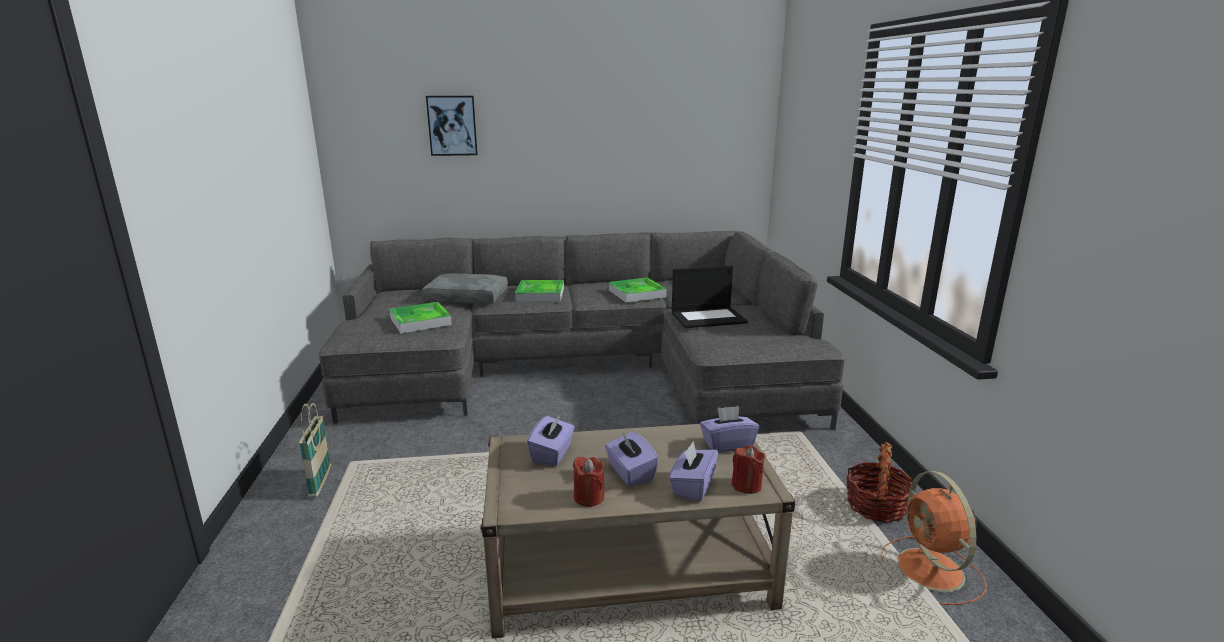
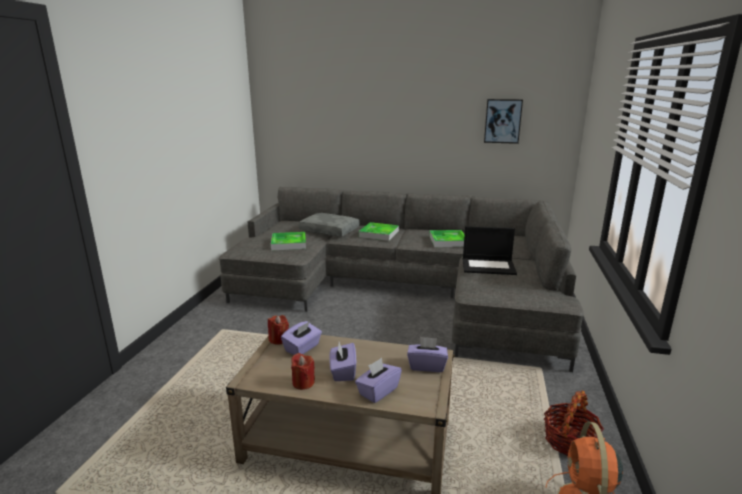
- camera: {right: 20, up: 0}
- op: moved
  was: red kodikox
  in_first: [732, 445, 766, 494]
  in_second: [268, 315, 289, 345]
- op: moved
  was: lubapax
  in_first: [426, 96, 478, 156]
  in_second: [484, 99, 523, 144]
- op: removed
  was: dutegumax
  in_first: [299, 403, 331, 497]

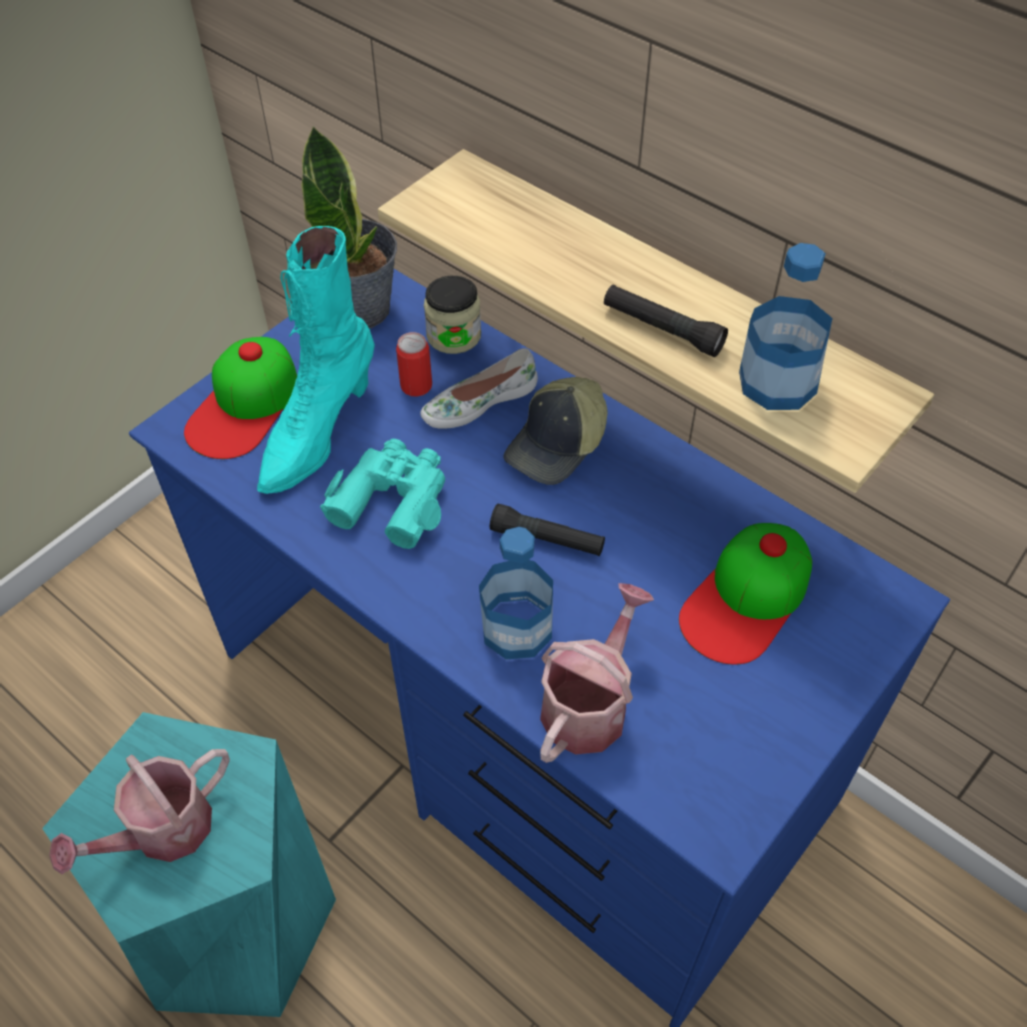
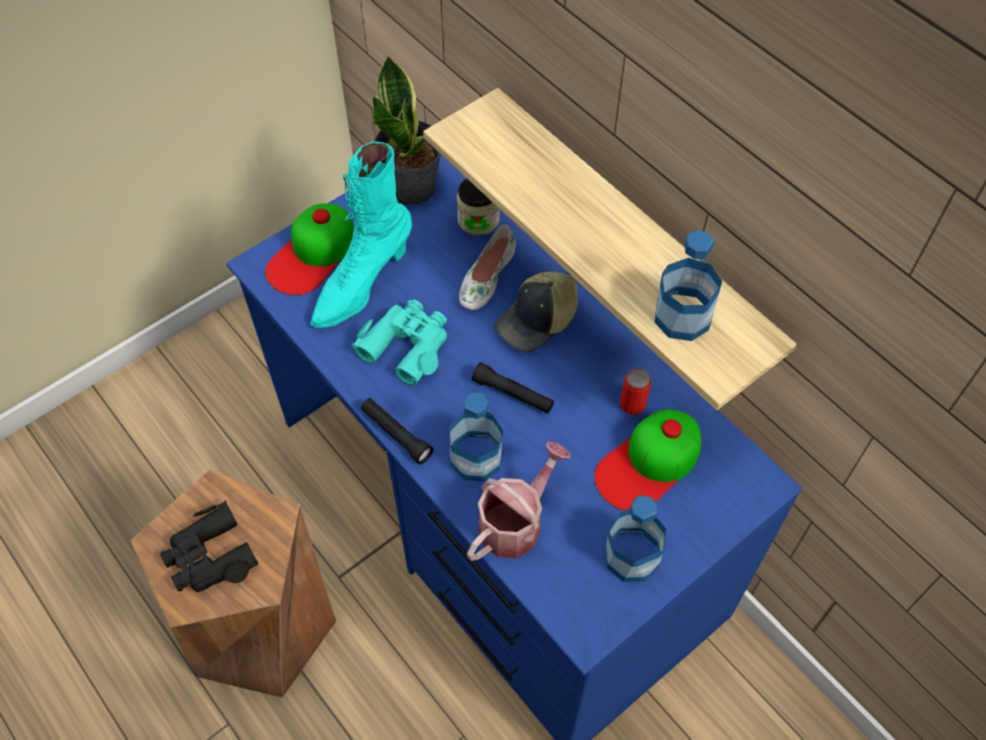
- camera: {right: 10, up: 5}
- op: recoloured
  was: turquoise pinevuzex
  now: brown pinevuzex
  in_first: [42, 712, 336, 1017]
  in_second: [130, 469, 336, 698]
- op: replaced
  was: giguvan
  now: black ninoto
  in_first: [49, 749, 230, 874]
  in_second: [160, 501, 258, 592]
- op: moved
  was: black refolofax
  in_first: [604, 285, 728, 357]
  in_second: [361, 398, 434, 464]
- op: turned
  was: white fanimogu
  in_first: [420, 348, 538, 429]
  in_second: [459, 225, 516, 310]
  clockwise: -45
- op: added
  now: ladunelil
  in_second: [605, 495, 666, 582]
- op: moved
  was: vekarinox
  in_first: [396, 332, 432, 397]
  in_second: [620, 368, 651, 415]

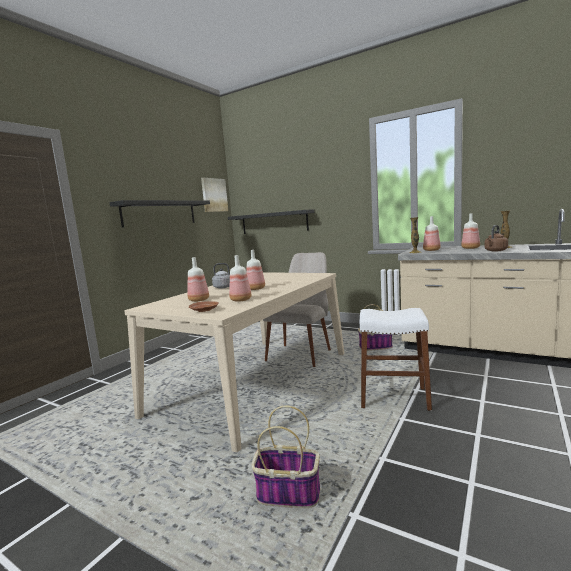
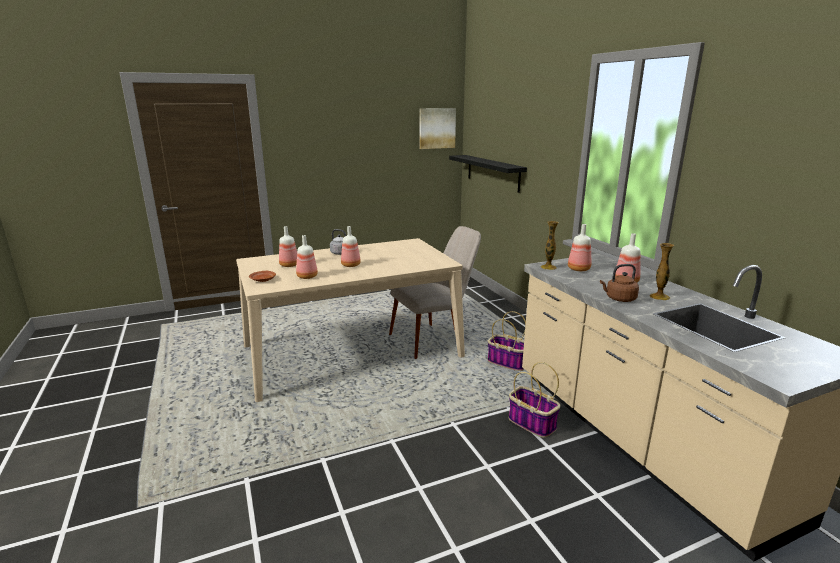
- camera: {right: 35, up: 10}
- op: moved
  was: dutegumax
  in_first: [251, 406, 320, 508]
  in_second: [509, 362, 561, 438]
- op: removed
  was: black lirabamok
  in_first: [109, 200, 210, 227]
- op: removed
  was: white pinevuzex
  in_first: [360, 308, 432, 411]

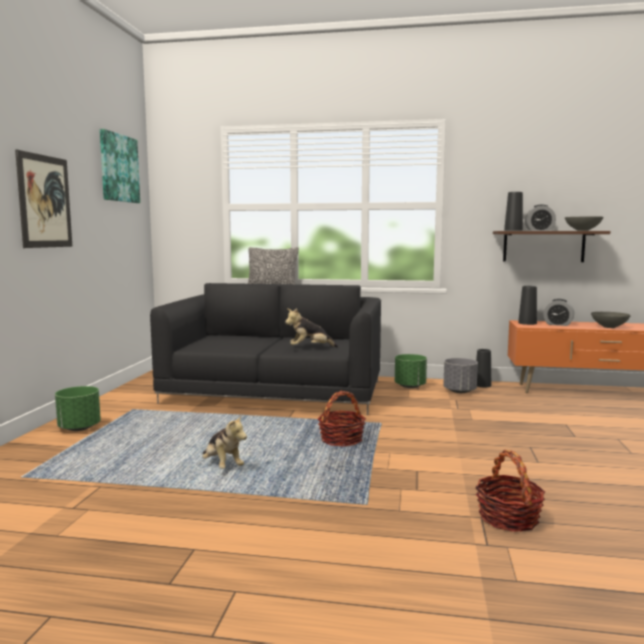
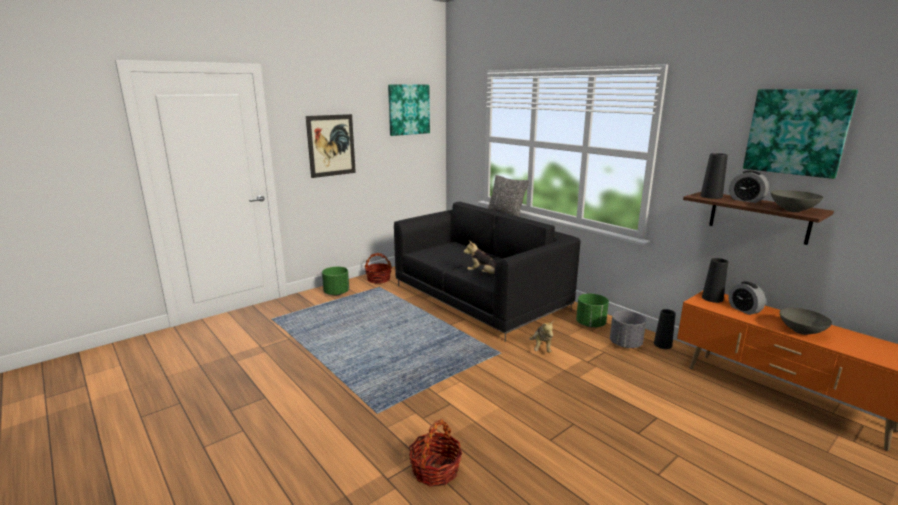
- camera: {right: 40, up: 10}
- op: moved
  was: dutegumax
  in_first: [318, 391, 366, 446]
  in_second: [364, 253, 392, 284]
- op: moved
  was: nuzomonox
  in_first: [202, 415, 247, 469]
  in_second: [529, 320, 554, 353]
- op: added
  now: lubapax
  in_second: [743, 89, 858, 179]

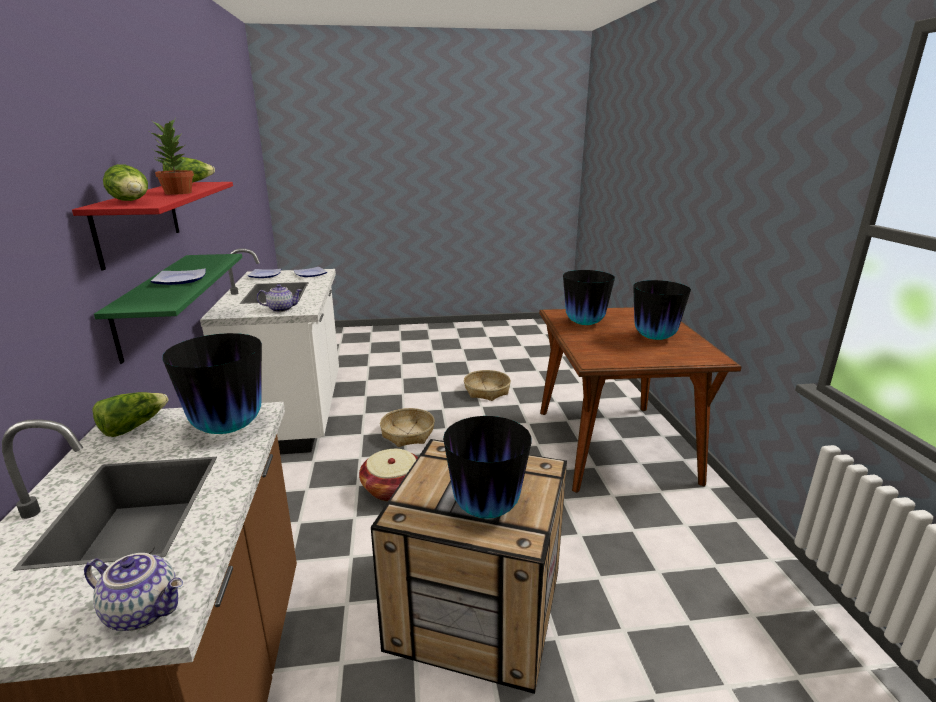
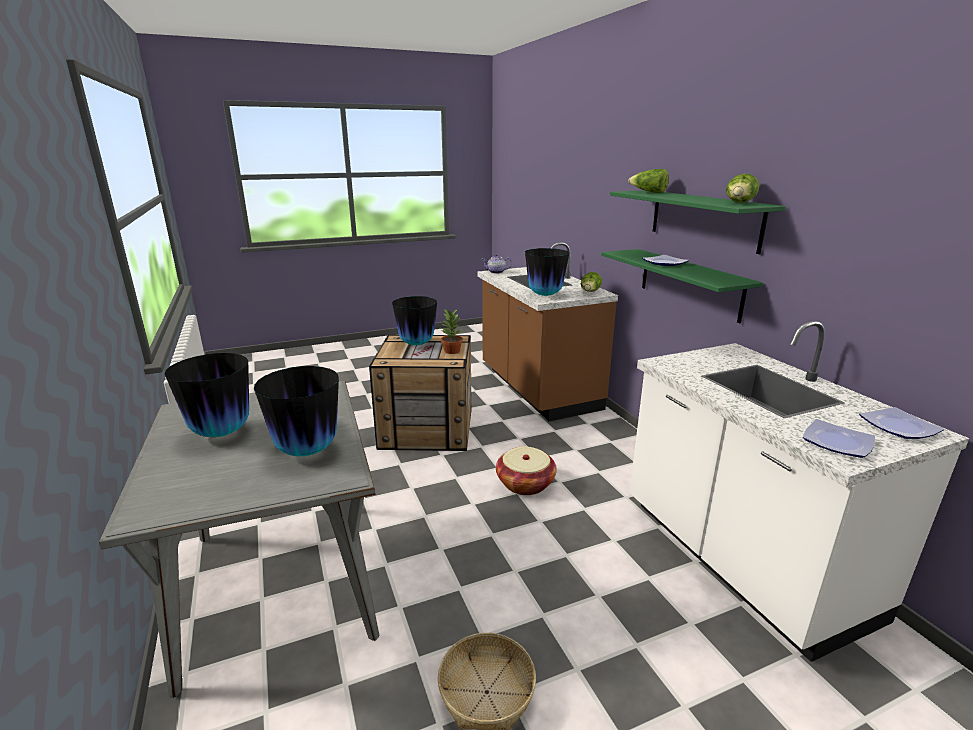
- camera: {right: 165, up: 0}
- op: recoloured
  was: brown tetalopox
  now: grey tetalopox
  in_first: [539, 307, 741, 493]
  in_second: [99, 381, 379, 698]
- op: moved
  was: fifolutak
  in_first: [150, 118, 194, 194]
  in_second: [441, 309, 463, 354]
- op: recoloured
  was: red lirabamok
  now: green lirabamok
  in_first: [72, 182, 233, 271]
  in_second: [610, 190, 786, 254]
- op: removed
  was: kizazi
  in_first: [257, 284, 302, 312]
- op: removed
  was: dutegumax
  in_first: [380, 408, 435, 447]

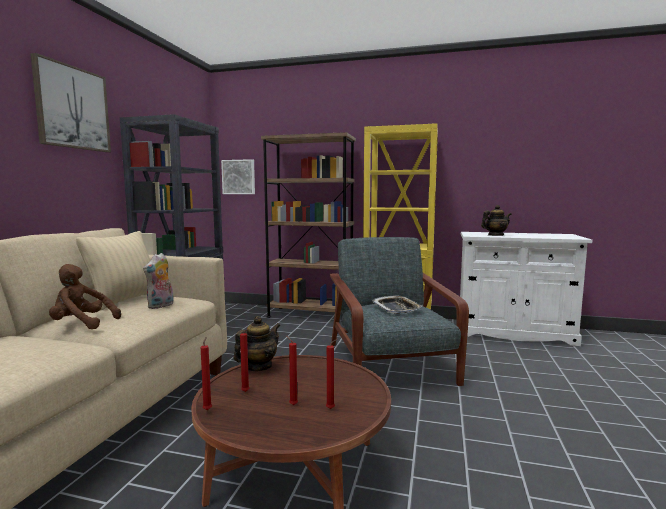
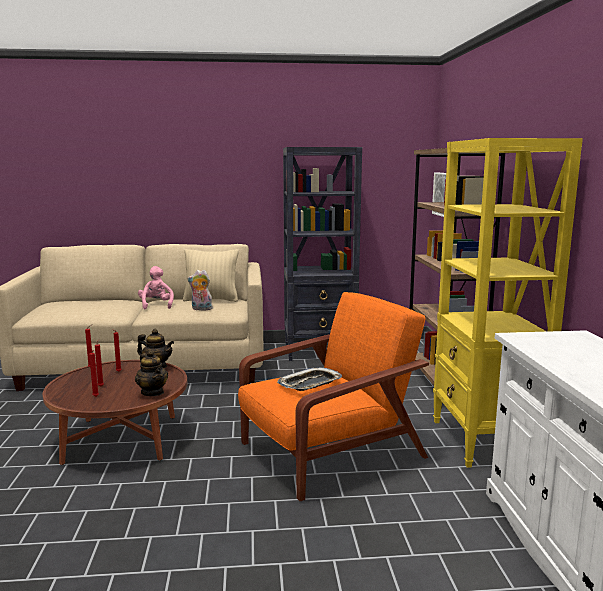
- camera: {right: 70, up: 5}
- op: moved
  was: kizazi
  in_first: [481, 205, 512, 236]
  in_second: [135, 350, 168, 396]
- op: recoloured
  was: brown nuzomonox
  now: pink nuzomonox
  in_first: [49, 264, 121, 329]
  in_second: [138, 266, 174, 309]
- op: recoloured
  was: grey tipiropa
  now: orange tipiropa
  in_first: [330, 237, 469, 386]
  in_second: [238, 292, 429, 501]
- op: removed
  was: lubapax
  in_first: [30, 53, 111, 152]

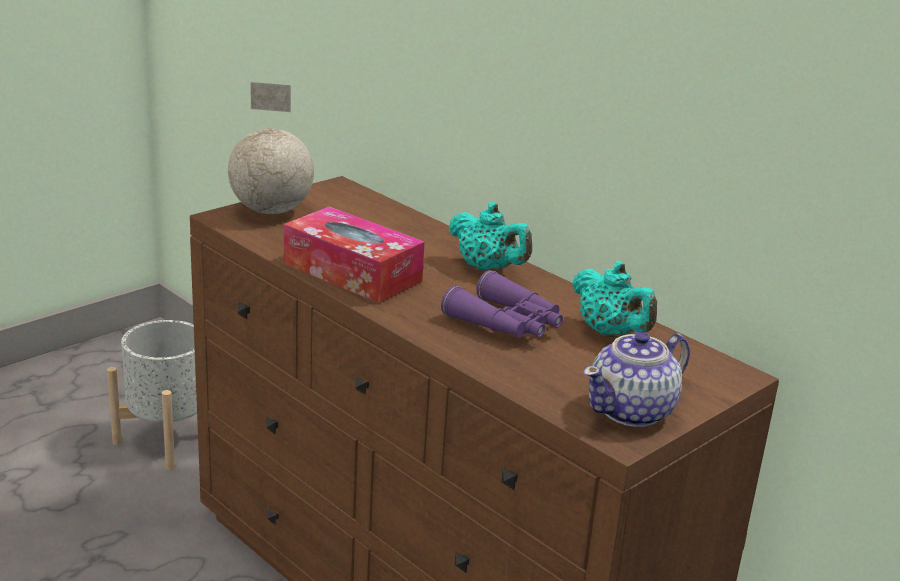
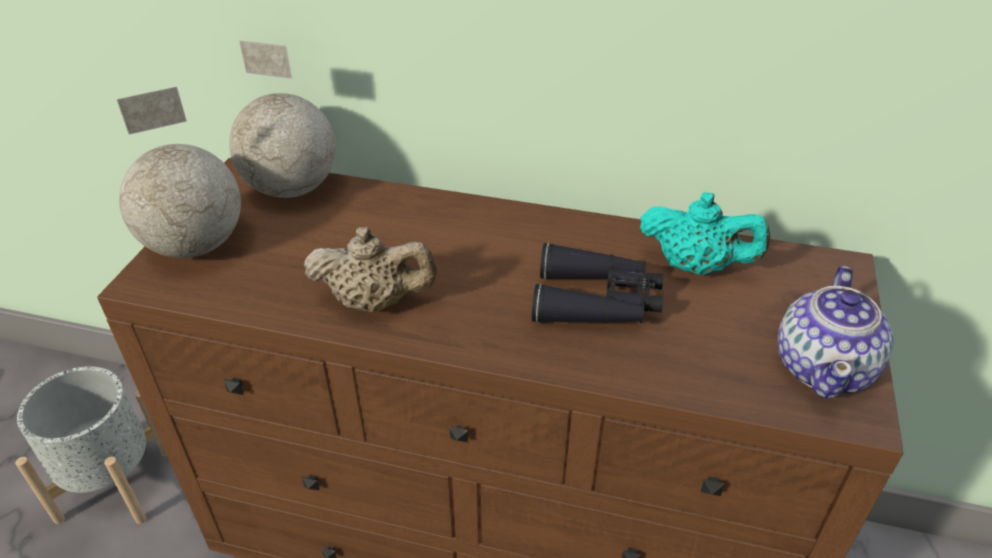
- camera: {right: -30, up: 15}
- op: added
  now: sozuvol
  in_second: [229, 40, 336, 198]
- op: replaced
  was: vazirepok
  now: beige kizazi
  in_first: [284, 207, 425, 303]
  in_second: [304, 227, 437, 312]
- op: recoloured
  was: purple ninoto
  now: black ninoto
  in_first: [441, 270, 563, 338]
  in_second: [532, 243, 663, 324]
- op: removed
  was: turquoise kizazi
  in_first: [448, 202, 532, 271]

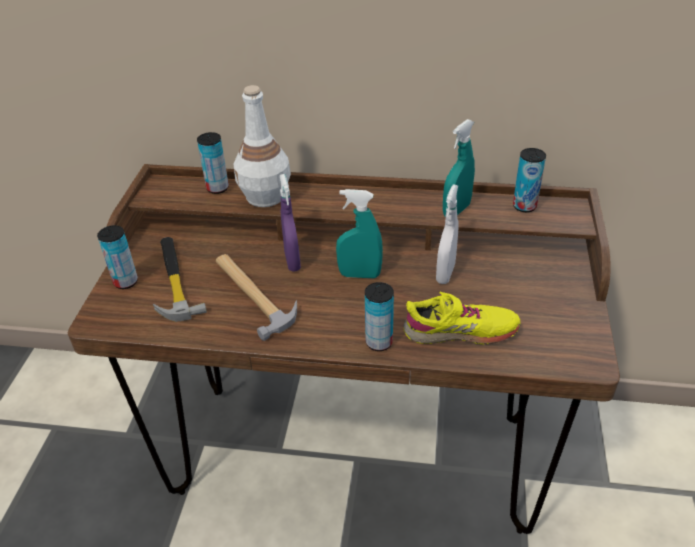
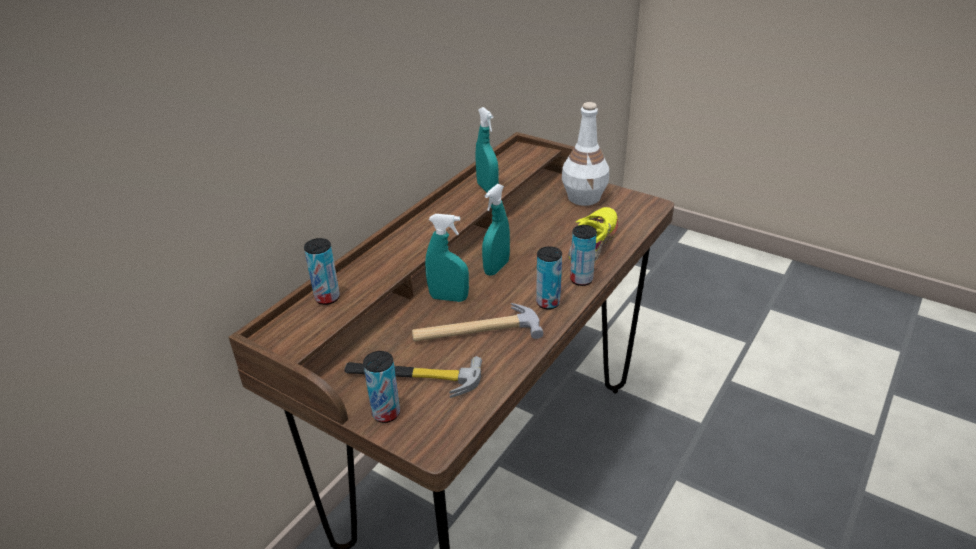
- camera: {right: -65, up: -5}
- op: recoloured
  was: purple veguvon
  now: turquoise veguvon
  in_first: [280, 174, 301, 271]
  in_second: [425, 214, 469, 302]
- op: moved
  was: vekarinox
  in_first: [513, 148, 546, 212]
  in_second: [536, 246, 562, 310]
- op: moved
  was: white ladunelil
  in_first: [234, 85, 291, 207]
  in_second: [562, 102, 609, 206]
- op: removed
  was: white veguvon
  in_first: [436, 185, 459, 284]

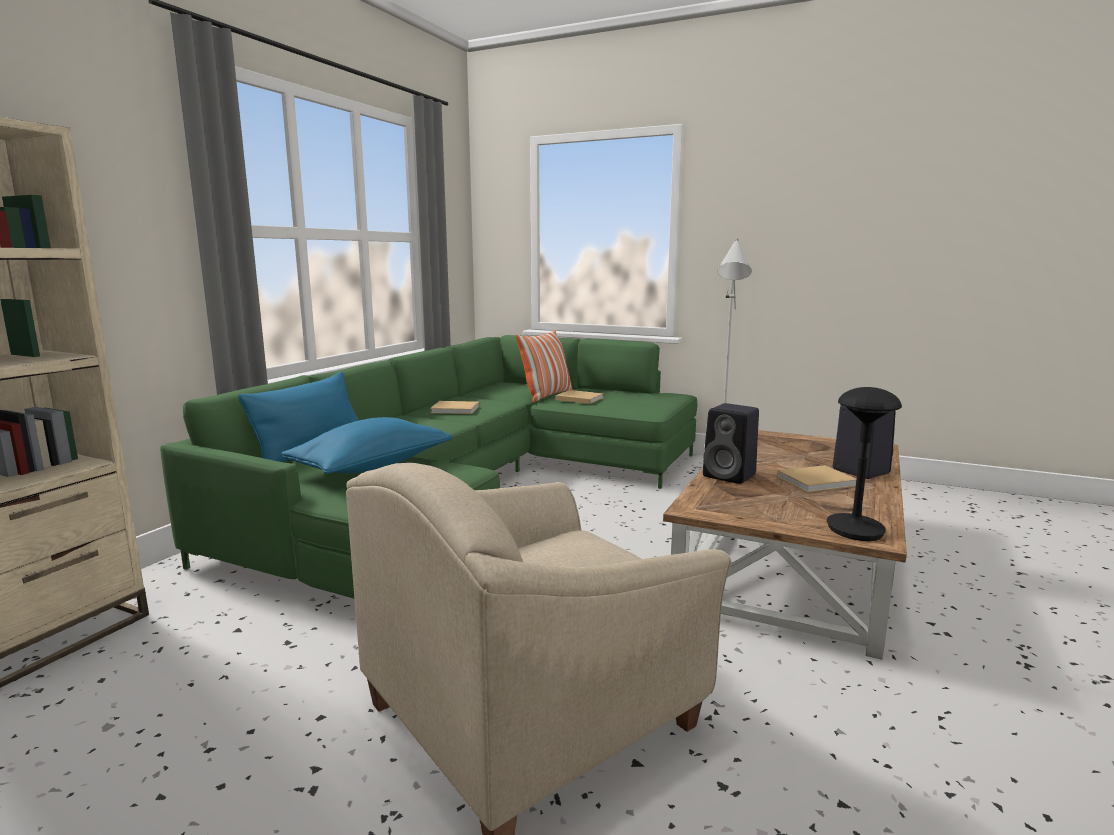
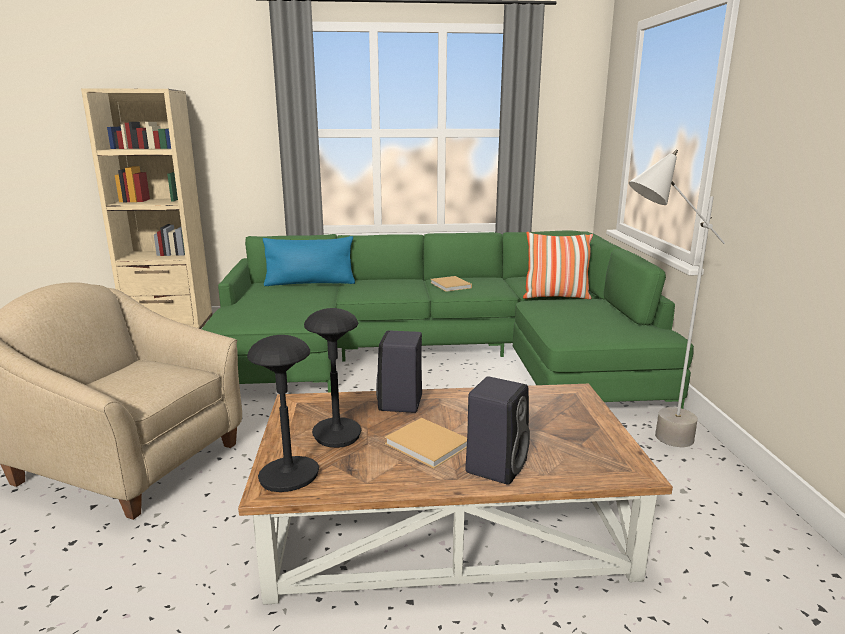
- camera: {right: 60, up: 5}
- op: added
  now: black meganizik
  in_second: [304, 308, 361, 448]
- op: removed
  was: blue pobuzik
  in_first: [281, 417, 452, 474]
- op: removed
  was: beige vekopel
  in_first: [555, 390, 604, 404]

